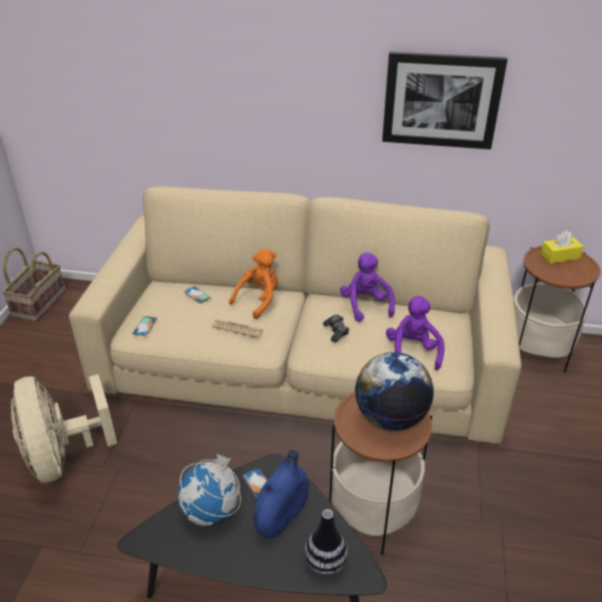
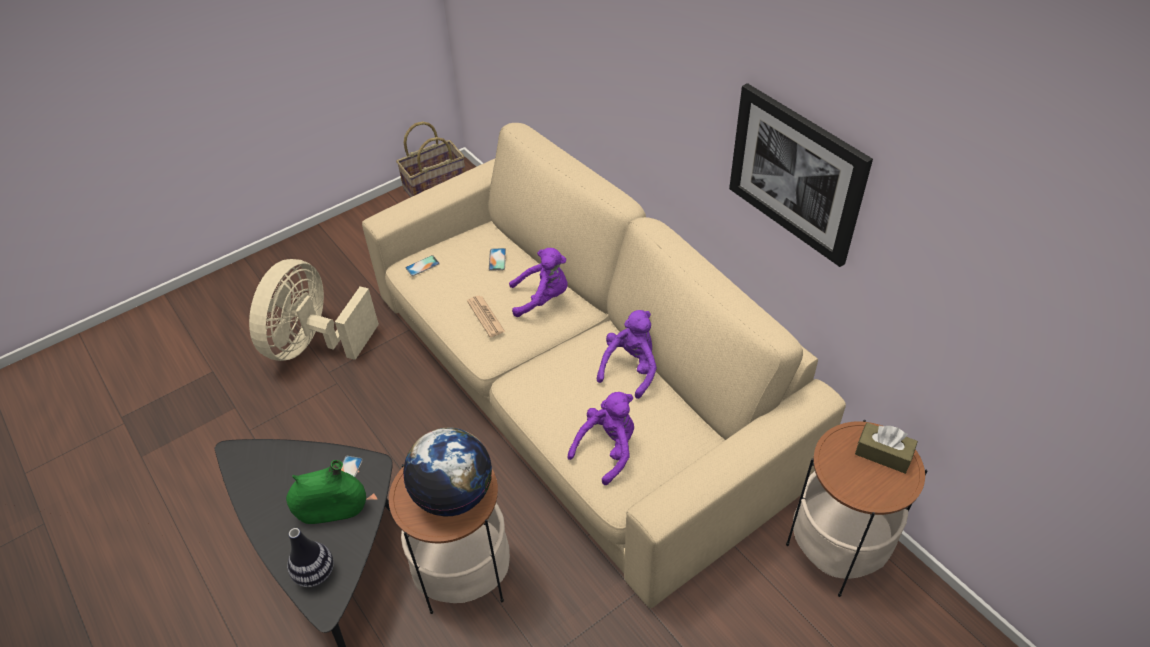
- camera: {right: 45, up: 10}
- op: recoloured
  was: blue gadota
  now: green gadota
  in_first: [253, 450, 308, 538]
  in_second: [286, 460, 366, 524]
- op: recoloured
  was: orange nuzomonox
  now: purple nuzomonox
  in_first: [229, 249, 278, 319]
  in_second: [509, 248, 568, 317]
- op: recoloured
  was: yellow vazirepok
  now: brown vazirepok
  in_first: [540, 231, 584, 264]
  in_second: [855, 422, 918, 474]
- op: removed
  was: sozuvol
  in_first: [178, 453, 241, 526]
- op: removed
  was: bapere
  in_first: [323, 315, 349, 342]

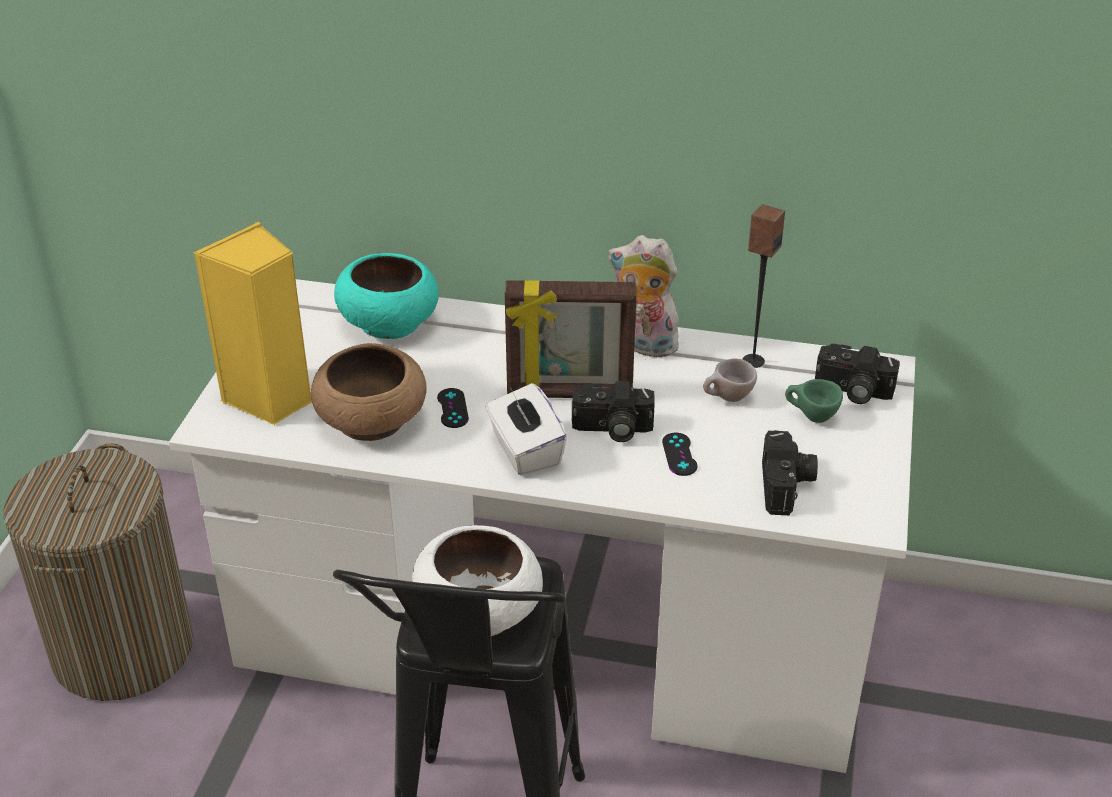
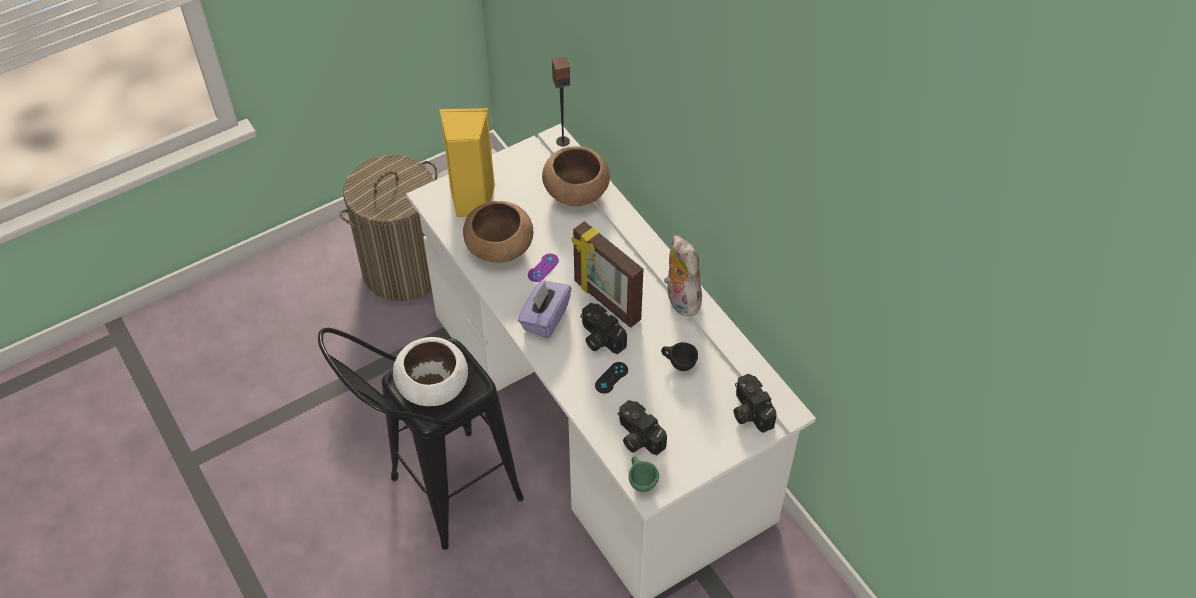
- camera: {right: 45, up: 15}
- op: recoloured
  was: white vazirepok
  now: purple vazirepok
  in_first: [486, 383, 567, 475]
  in_second: [518, 280, 572, 338]
- op: recoloured
  was: black bapere
  now: purple bapere
  in_first: [437, 388, 469, 428]
  in_second: [528, 253, 559, 282]
- op: recoloured
  was: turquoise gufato
  now: brown gufato
  in_first: [334, 253, 439, 339]
  in_second: [542, 146, 610, 206]
- op: moved
  was: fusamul
  in_first: [743, 204, 785, 368]
  in_second: [552, 57, 570, 146]
- op: turned
  was: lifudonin
  in_first: [762, 430, 818, 515]
  in_second: [618, 400, 667, 456]
  clockwise: 90
- op: moved
  was: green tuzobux
  in_first: [785, 379, 843, 423]
  in_second: [629, 456, 659, 492]
- op: recoloured
  was: beige tuzobux
  now: black tuzobux
  in_first: [703, 358, 757, 402]
  in_second: [661, 342, 698, 371]

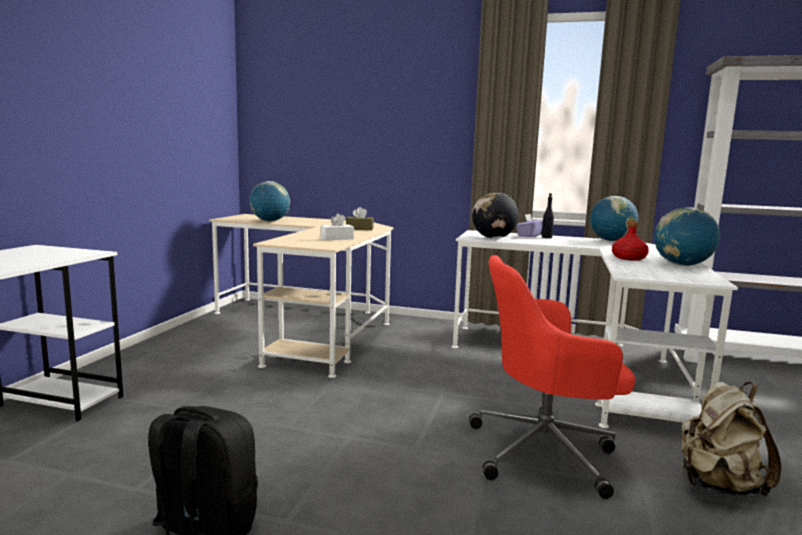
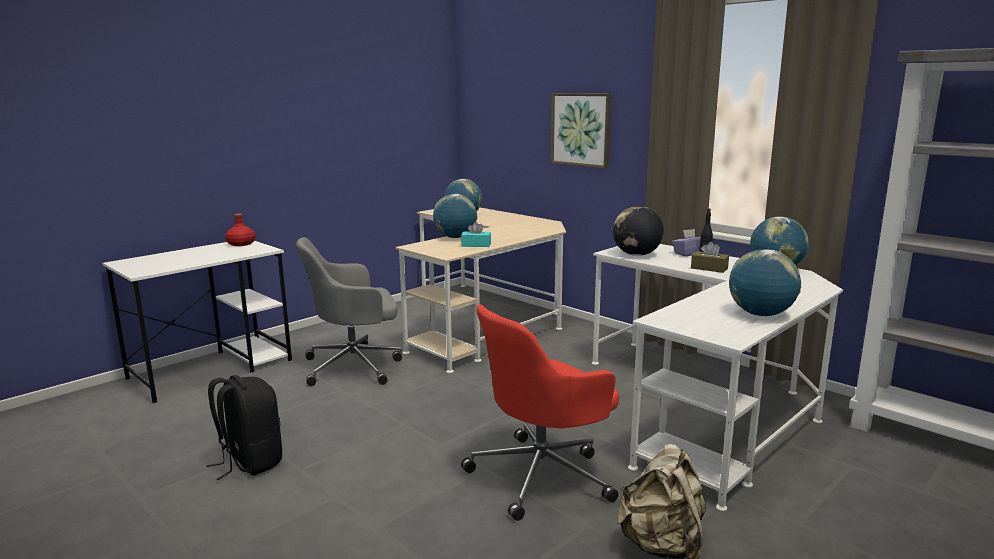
- camera: {right: 30, up: 5}
- op: moved
  was: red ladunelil
  in_first: [612, 222, 649, 261]
  in_second: [225, 213, 256, 246]
- op: added
  now: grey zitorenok
  in_second: [296, 237, 402, 386]
- op: added
  now: sozuvol
  in_second: [433, 194, 477, 238]
- op: recoloured
  was: white vazirepok
  now: turquoise vazirepok
  in_first: [321, 213, 354, 240]
  in_second: [461, 222, 491, 247]
- op: turned
  was: red zitorenok
  in_first: [469, 255, 635, 499]
  in_second: [461, 304, 619, 521]
  clockwise: -60
- op: added
  now: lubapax
  in_second: [551, 93, 612, 168]
- op: moved
  was: brown vazirepok
  in_first: [346, 207, 374, 230]
  in_second: [691, 242, 729, 273]

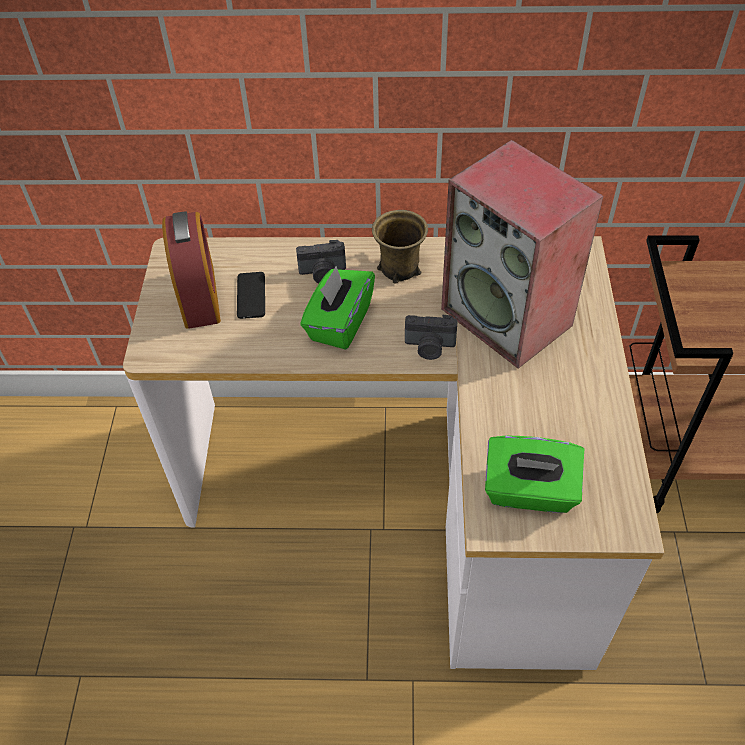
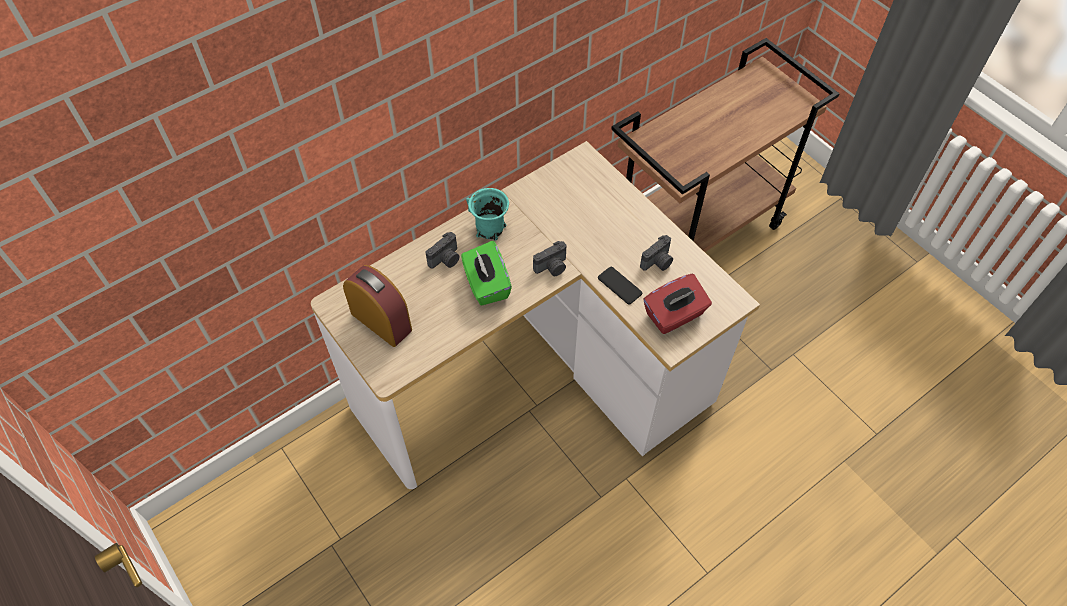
- camera: {right: -40, up: 5}
- op: recoloured
  was: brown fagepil
  now: turquoise fagepil
  in_first: [372, 210, 428, 284]
  in_second: [466, 188, 509, 240]
- op: moved
  was: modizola
  in_first: [237, 272, 265, 319]
  in_second: [598, 267, 642, 305]
- op: added
  now: lifudonin
  in_second: [640, 235, 673, 271]
- op: recoloured
  was: green vazirepok
  now: red vazirepok
  in_first: [485, 435, 584, 513]
  in_second: [644, 274, 712, 334]
- op: removed
  was: fusamul
  in_first: [441, 140, 603, 368]

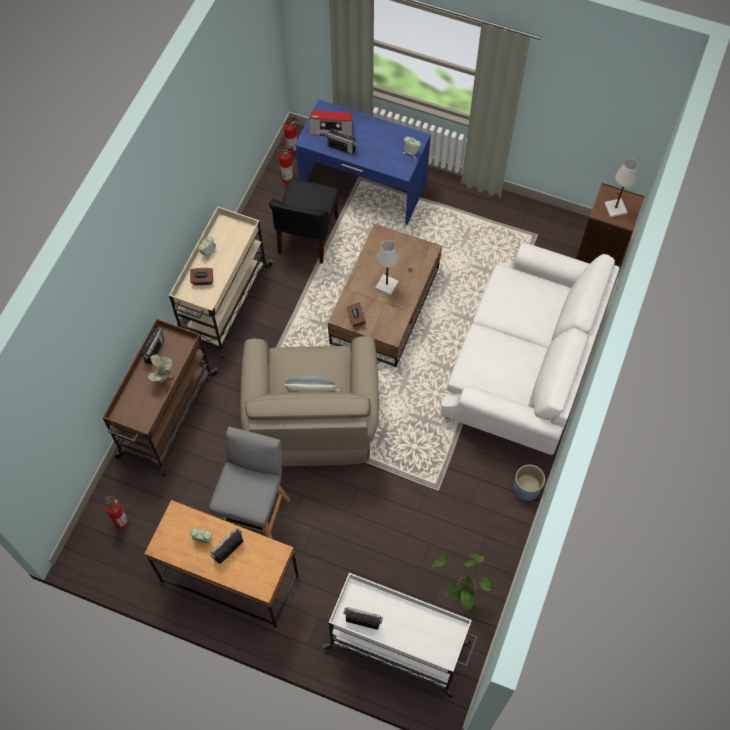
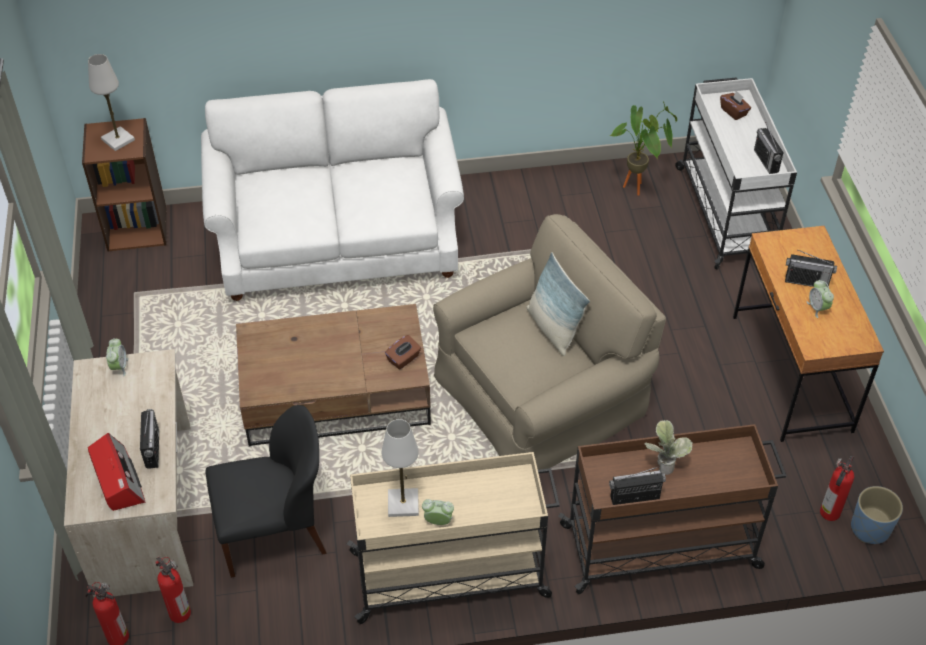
- camera: {right: -120, up: -15}
- op: recoloured
  was: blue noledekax
  now: beige noledekax
  in_first: [295, 99, 431, 225]
  in_second: [64, 349, 193, 597]
- op: moved
  was: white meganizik
  in_first: [375, 240, 399, 296]
  in_second: [382, 419, 419, 517]
- op: moved
  was: brown vazirepok
  in_first: [190, 268, 213, 285]
  in_second: [720, 91, 751, 120]
- op: moved
  was: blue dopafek
  in_first: [514, 464, 545, 501]
  in_second: [851, 486, 903, 544]
- op: removed
  was: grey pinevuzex
  in_first: [209, 427, 290, 539]

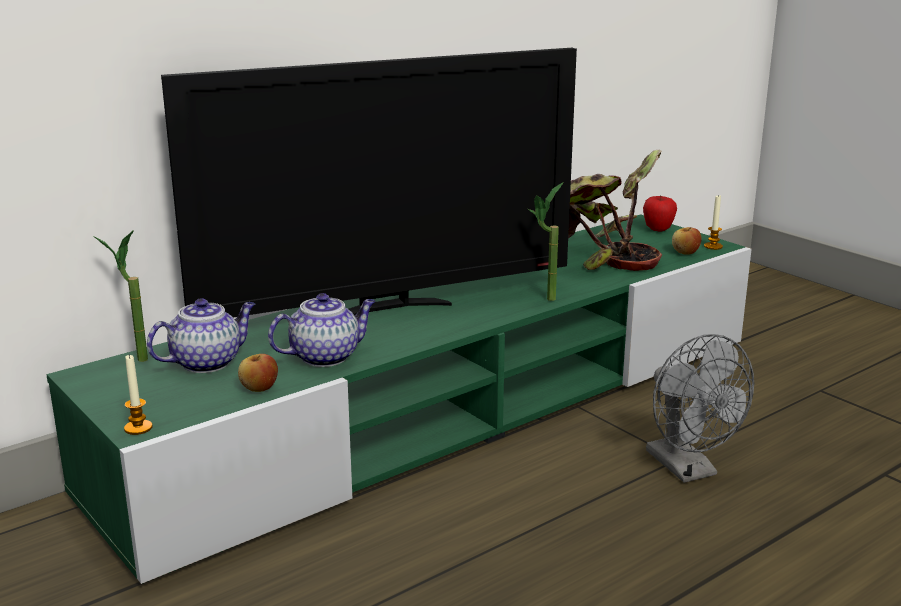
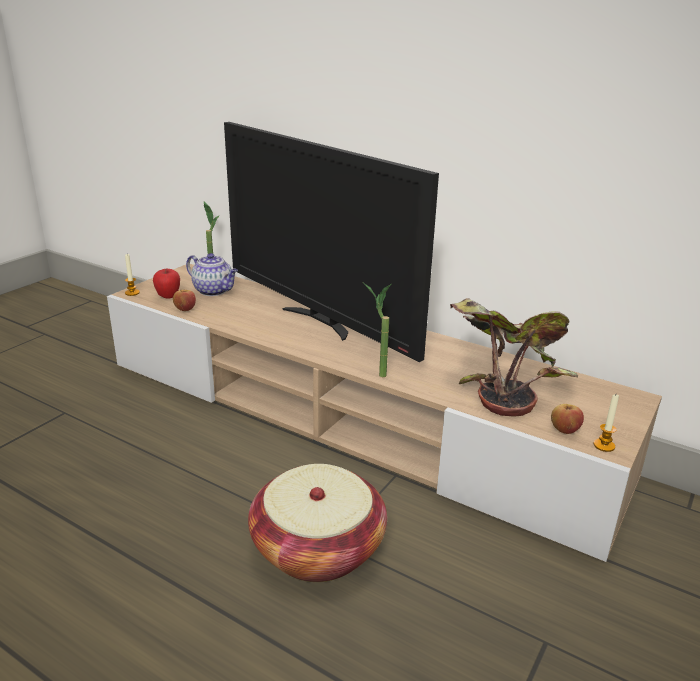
- camera: {right: 70, up: 5}
- op: recoloured
  was: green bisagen
  now: beige bisagen
  in_first: [46, 214, 752, 584]
  in_second: [107, 264, 662, 562]
- op: moved
  was: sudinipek
  in_first: [643, 195, 677, 231]
  in_second: [153, 269, 180, 299]
- op: replaced
  was: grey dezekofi
  now: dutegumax
  in_first: [646, 334, 754, 483]
  in_second: [248, 464, 387, 582]
- op: removed
  was: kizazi
  in_first: [268, 293, 376, 367]

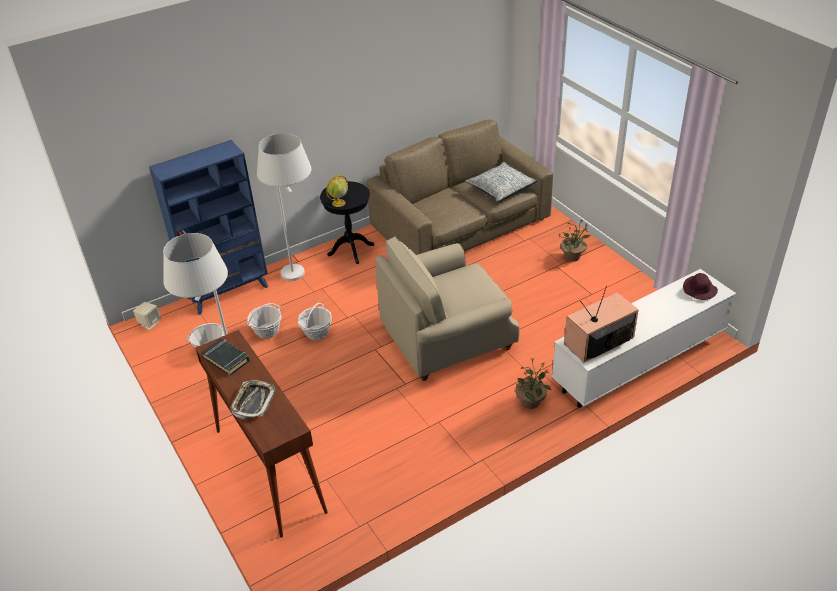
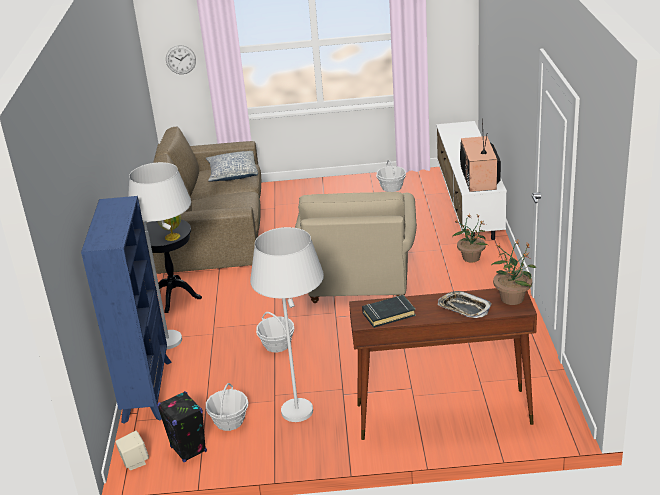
- camera: {right: -60, up: -10}
- op: added
  now: black fusamul
  in_second: [157, 391, 207, 462]
- op: added
  now: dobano
  in_second: [166, 45, 196, 74]
- op: moved
  was: dutegumax
  in_first: [247, 303, 282, 339]
  in_second: [376, 160, 406, 192]
- op: moved
  was: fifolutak
  in_first: [559, 219, 592, 262]
  in_second: [492, 240, 537, 305]
- op: removed
  was: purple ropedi
  in_first: [683, 273, 718, 300]

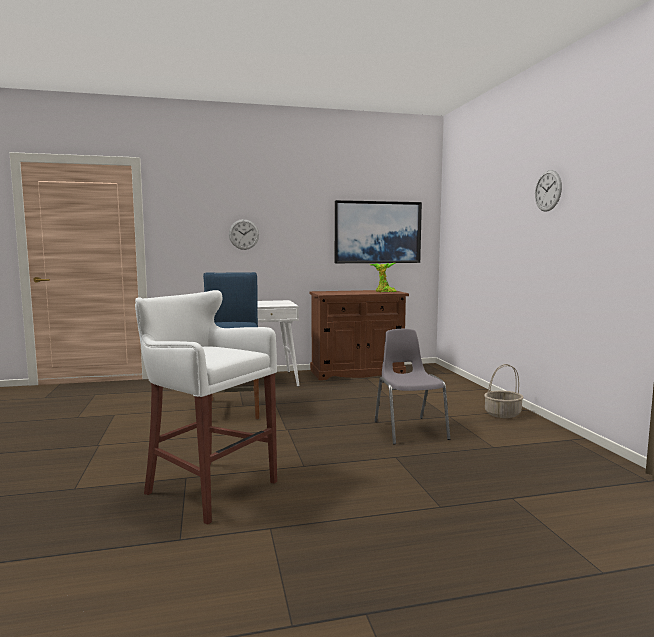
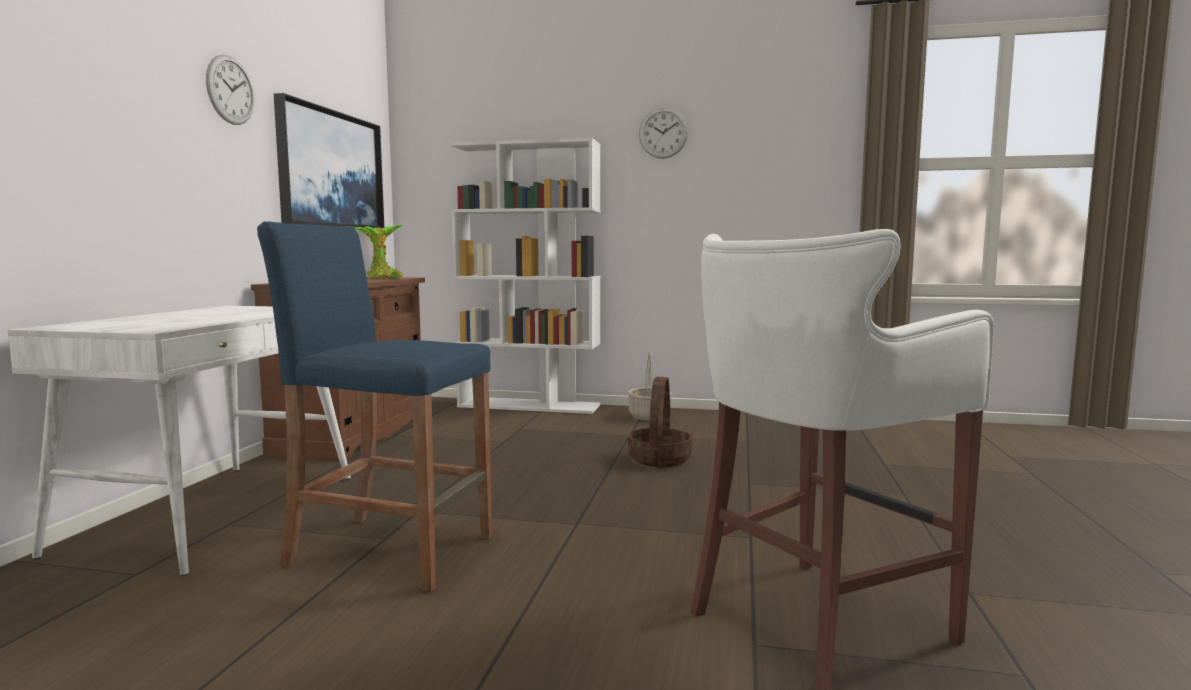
- camera: {right: -65, up: 0}
- op: moved
  was: dobano
  in_first: [229, 219, 259, 250]
  in_second: [206, 55, 254, 125]
- op: added
  now: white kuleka
  in_second: [450, 138, 601, 414]
- op: replaced
  was: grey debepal
  now: dutegumax
  in_first: [375, 329, 450, 445]
  in_second: [628, 377, 692, 467]

